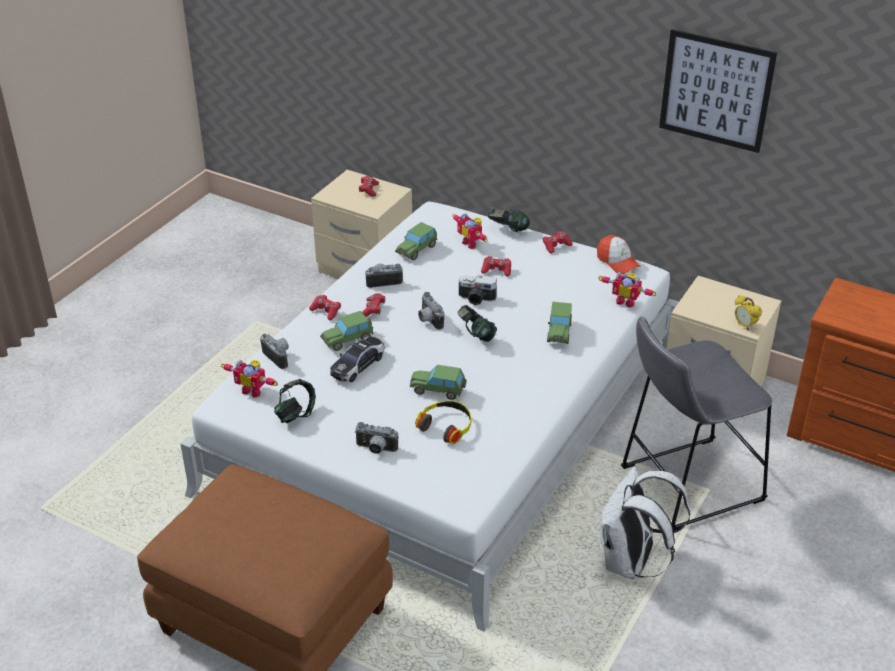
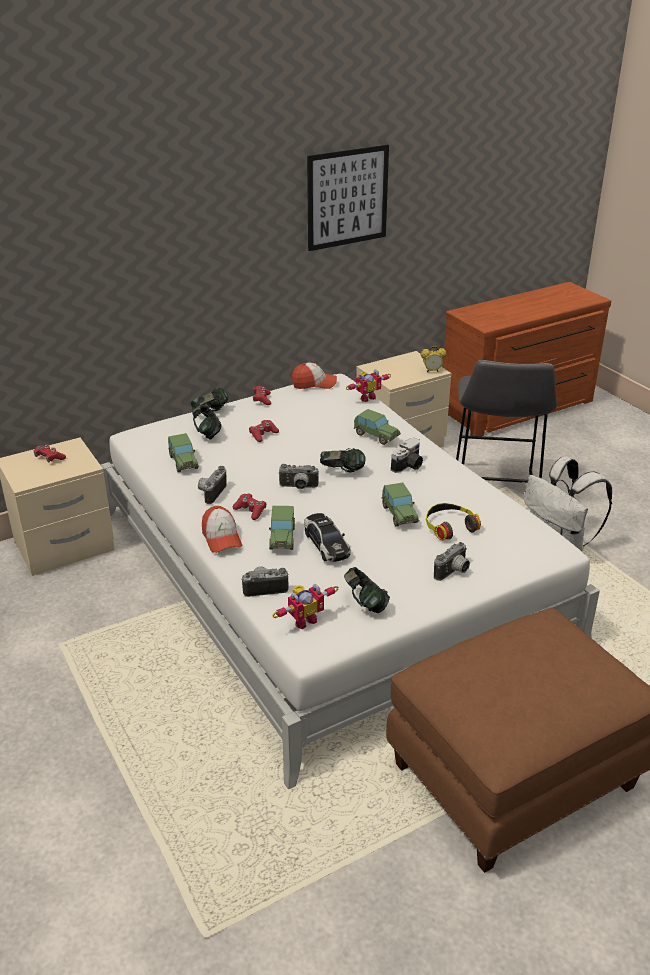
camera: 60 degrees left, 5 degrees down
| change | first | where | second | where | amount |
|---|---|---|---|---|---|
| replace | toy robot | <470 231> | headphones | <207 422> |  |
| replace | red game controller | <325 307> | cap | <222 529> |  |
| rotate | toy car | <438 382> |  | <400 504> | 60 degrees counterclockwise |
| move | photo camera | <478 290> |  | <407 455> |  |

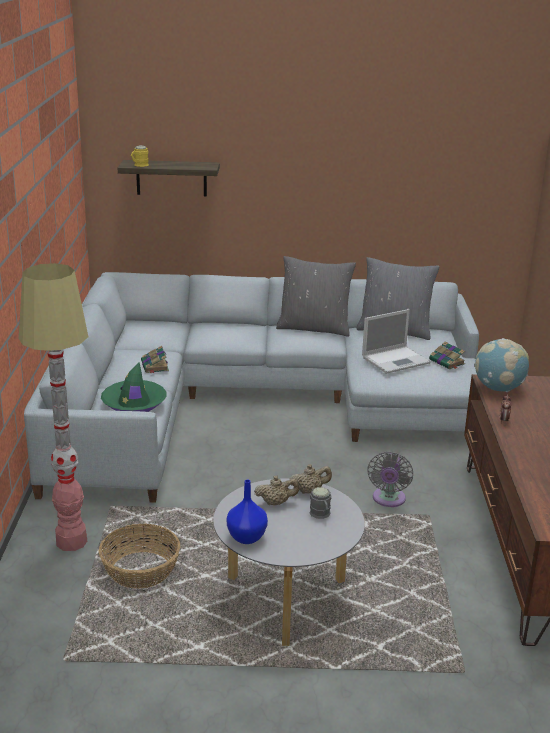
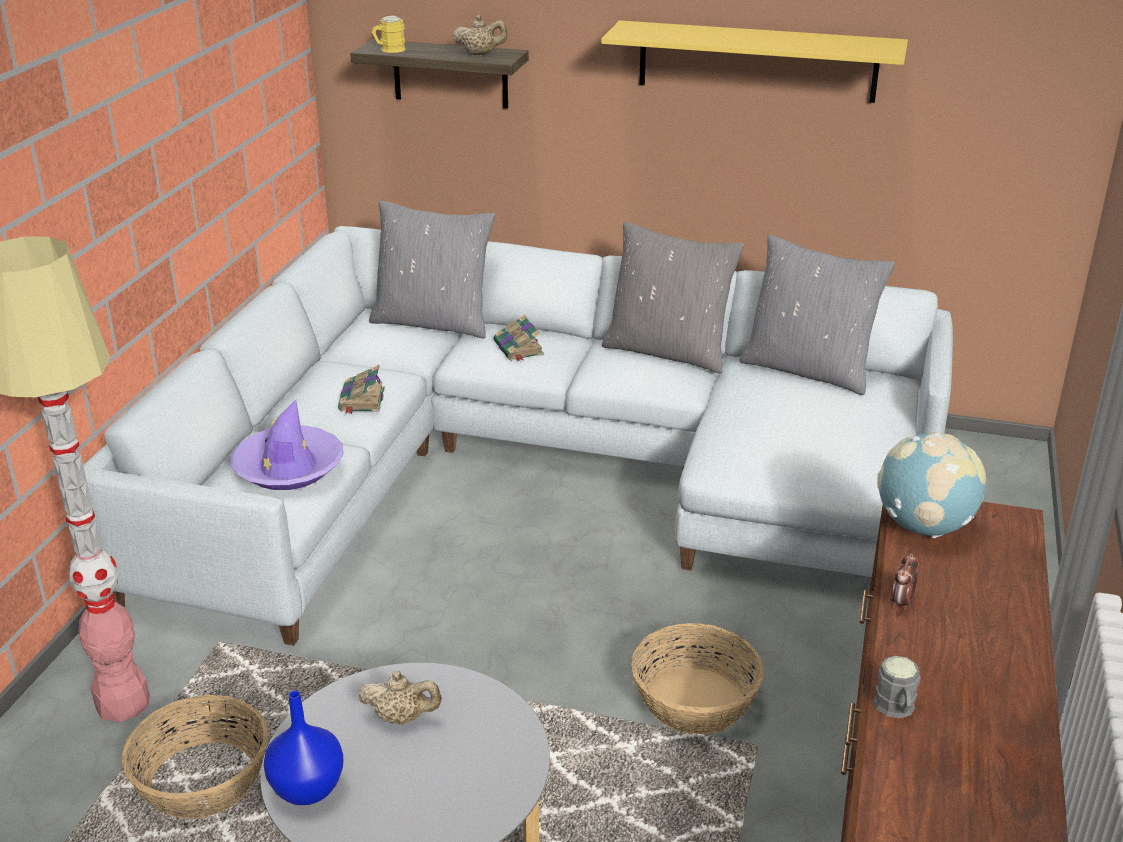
camera: 15 degrees right, 5 degrees up
| change | first | where | second | where | amount |
|---|---|---|---|---|---|
| recolor | green hat | <133 387> | purple hat | <287 445> |  |
| insert |  |  | grey pillow | <432 269> |  |
| move | beige teapot | <310 479> |  | <480 35> |  |
| move | book | <447 355> |  | <519 338> |  |
| insert |  |  | yellow shelf | <754 61> |  |
| replace | grey fan | <390 479> | basket | <697 678> |  |
| move | grey mug | <320 503> |  | <897 687> |  |
| delete | laptop | <396 341> |  |  |  |

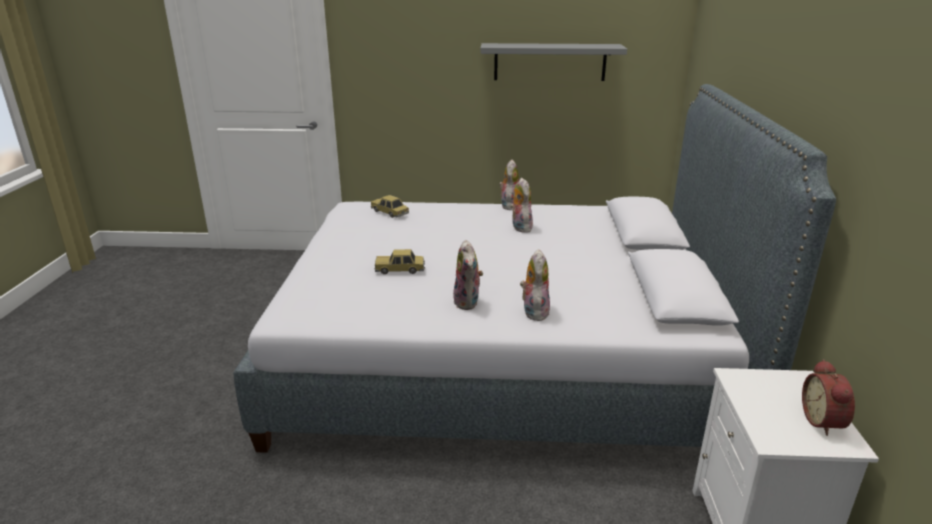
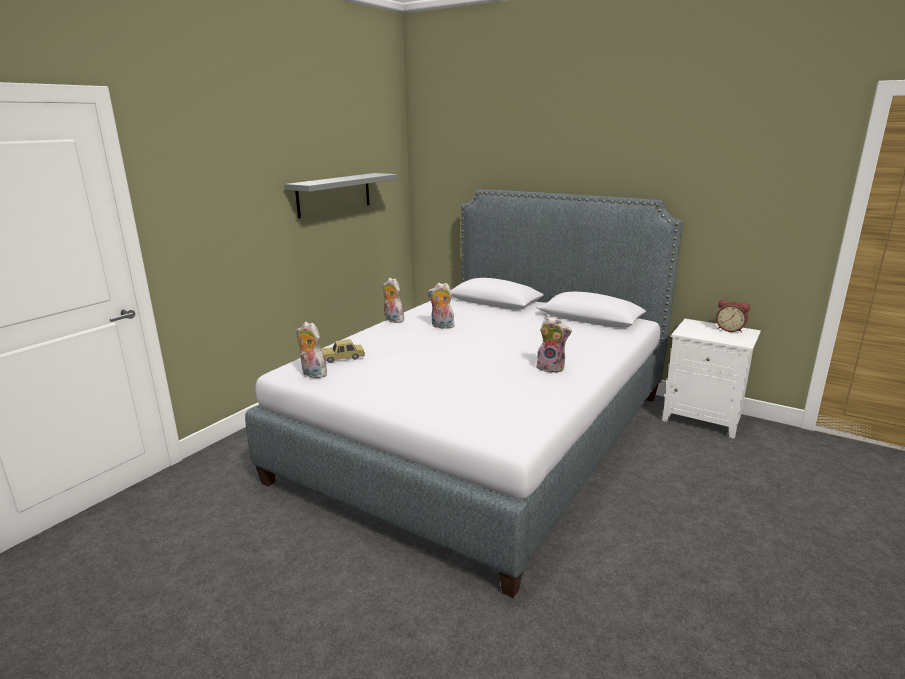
camera: 60 degrees left, 5 degrees down
| change | first | where | second | where | amount |
|---|---|---|---|---|---|
| move | plush toy | <535 285> |  | <311 350> |  |
| delete | toy car | <400 261> |  |  |  |

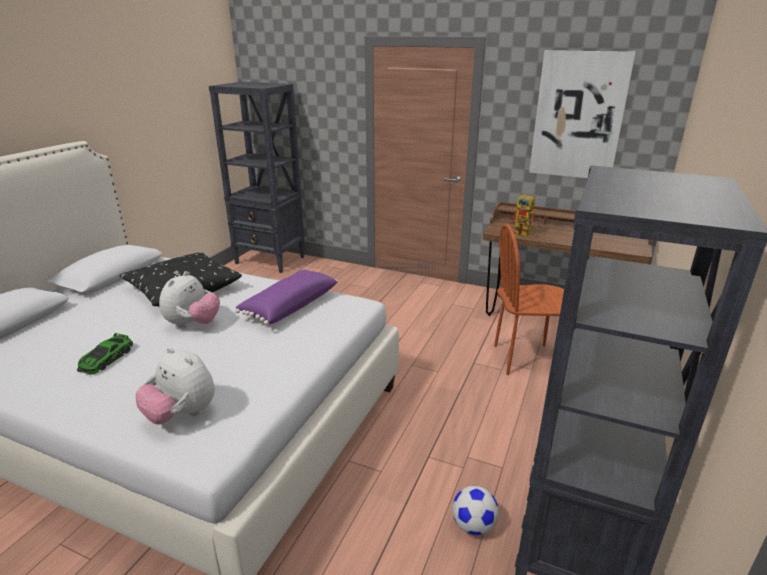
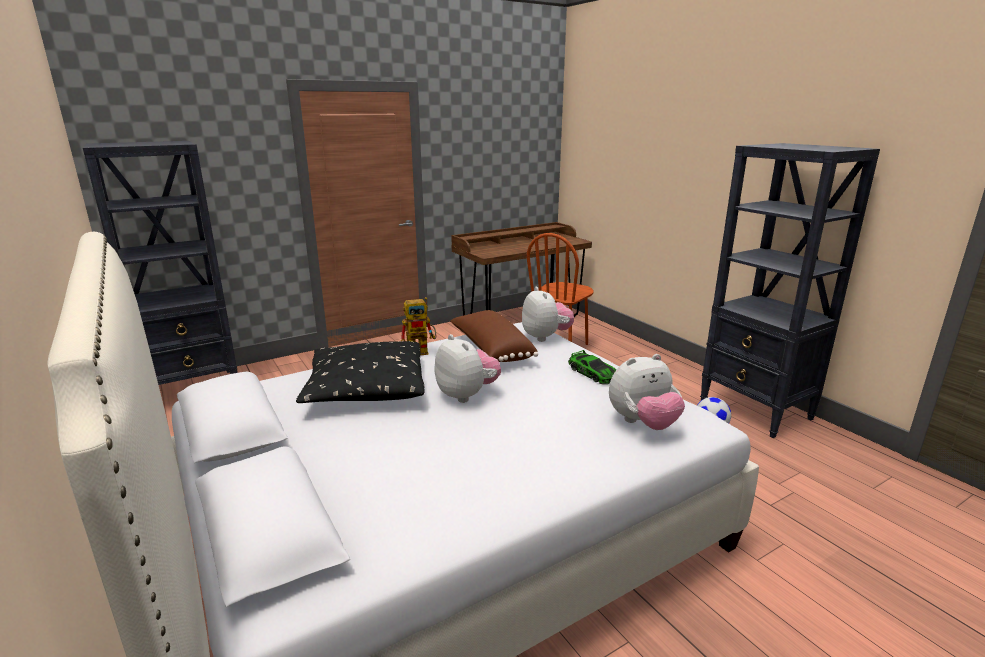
camera: 55 degrees left, 5 degrees down
| change | first | where | second | where | amount |
|---|---|---|---|---|---|
| move | toy robot | <526 216> |  | <418 326> |  |
| recolor | purple pillow | <286 297> | brown pillow | <494 336> |  |
| insert |  |  | plush toy | <548 314> |  |
| move | toy car | <105 354> |  | <592 367> |  |
| delete | picture | <582 114> |  |  |  |

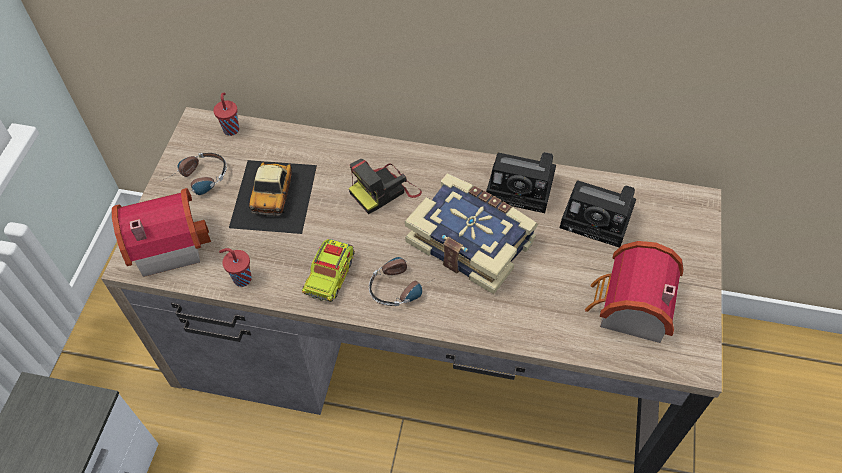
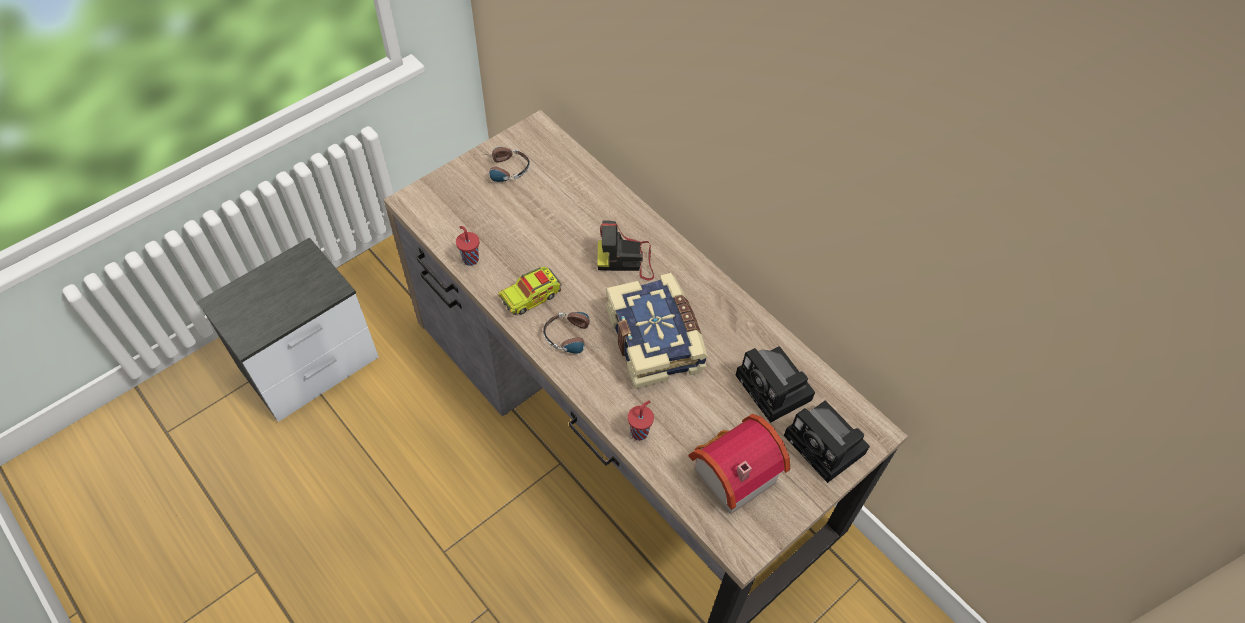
camera: 35 degrees right, 0 degrees up
| change | first | where | second | where | amount |
|---|---|---|---|---|---|
| move | red cup | <226 114> |  | <641 420> |  |
| move | photo camera | <521 182> |  | <827 442> |  |
| delete | toy house | <161 232> |  |  |  |
| delete | toy car | <273 197> |  |  |  |

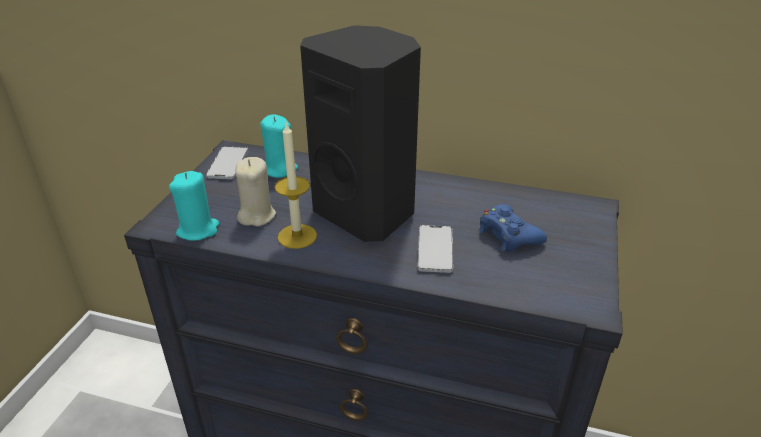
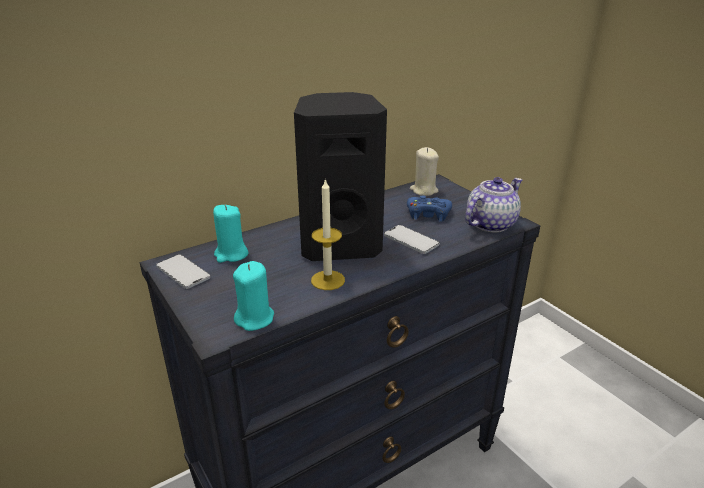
camera: 50 degrees left, 5 degrees down
| change | first | where | second | where | amount |
|---|---|---|---|---|---|
| move | beige candle | <256 192> |  | <424 171> |  |
| insert |  |  | teapot | <493 204> |  |

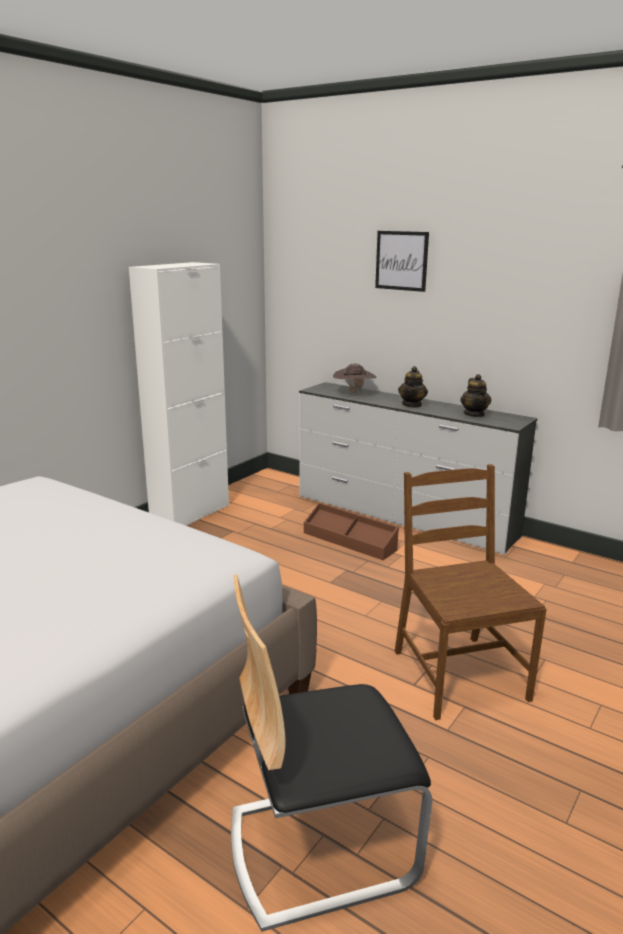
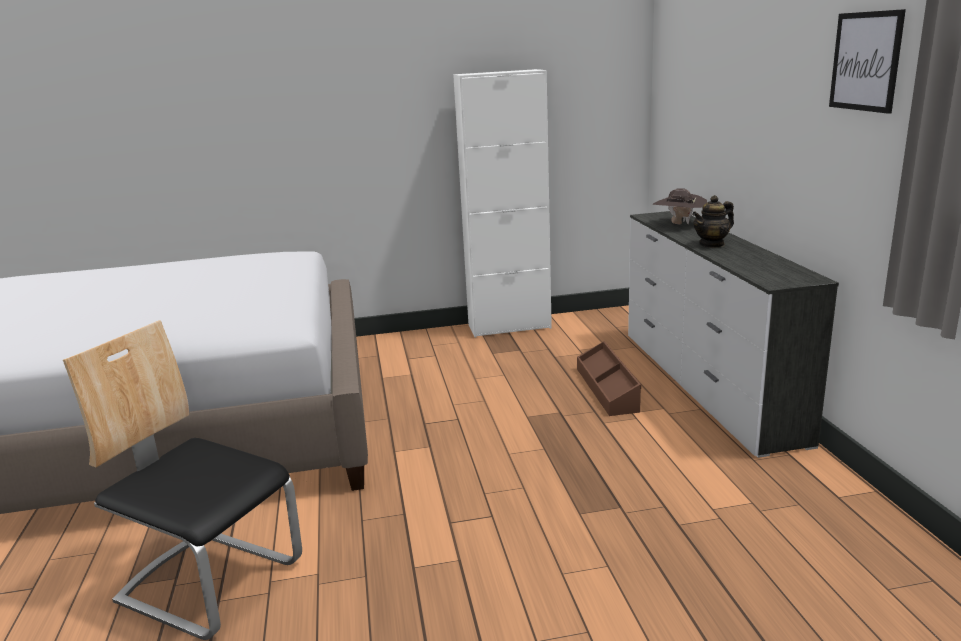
camera: 45 degrees right, 0 degrees up
| change | first | where | second | where | amount |
|---|---|---|---|---|---|
| move | picture | <402 261> |  | <867 61> |  |
| delete | brown chair | <471 592> |  |  |  |
| delete | teapot | <475 395> |  |  |  |

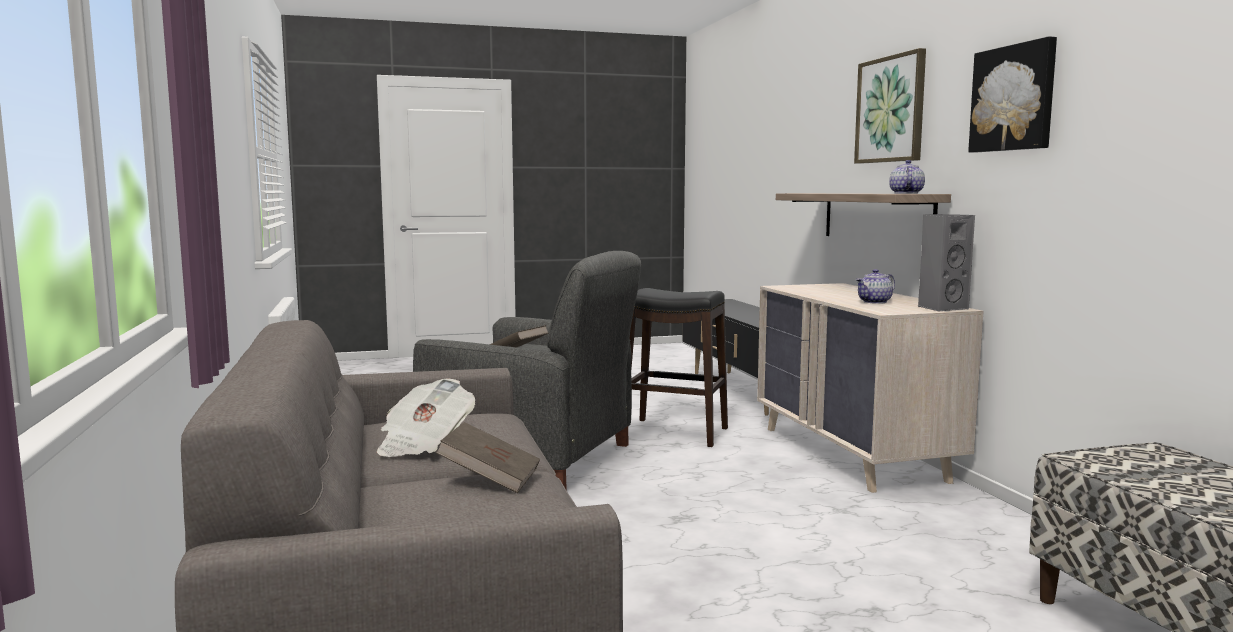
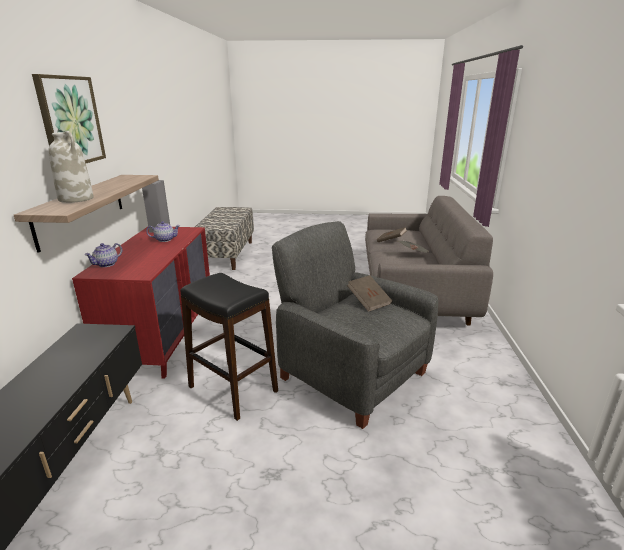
camera: 160 degrees left, 15 degrees up
| change | first | where | second | where | amount |
|---|---|---|---|---|---|
| insert |  |  | white vase | <71 167> |  |
| recolor | beige dresser | <870 388> | red dresser | <141 303> |  |
| move | teapot | <907 177> |  | <103 255> |  |
| delete | picture | <1012 95> |  |  |  |

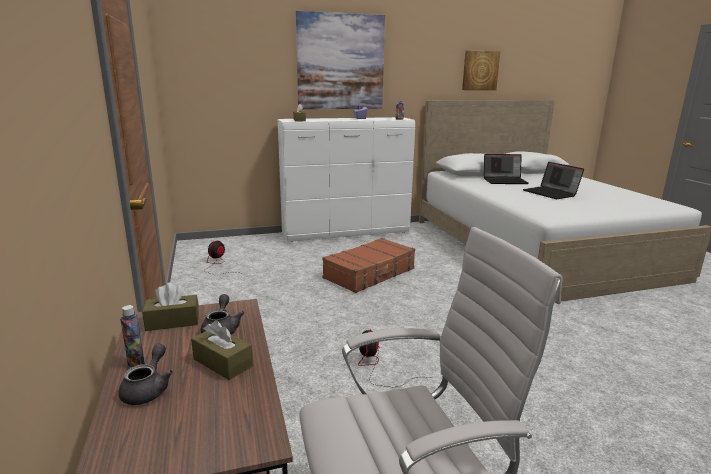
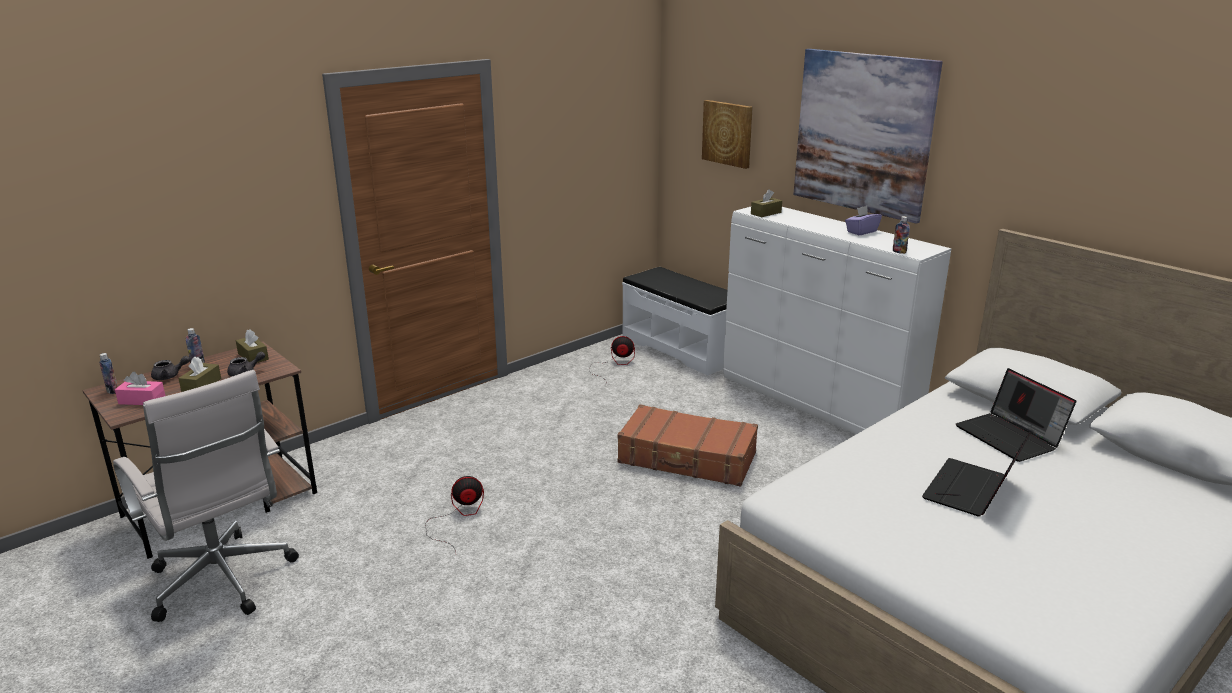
camera: 65 degrees right, 5 degrees up
| change | first | where | second | where | amount |
|---|---|---|---|---|---|
| insert |  |  | bottle | <108 373> |  |
| insert |  |  | pink tissue box | <140 388> |  |
| insert |  |  | white bench | <674 321> |  |
| move | picture | <481 70> |  | <727 134> |  |

